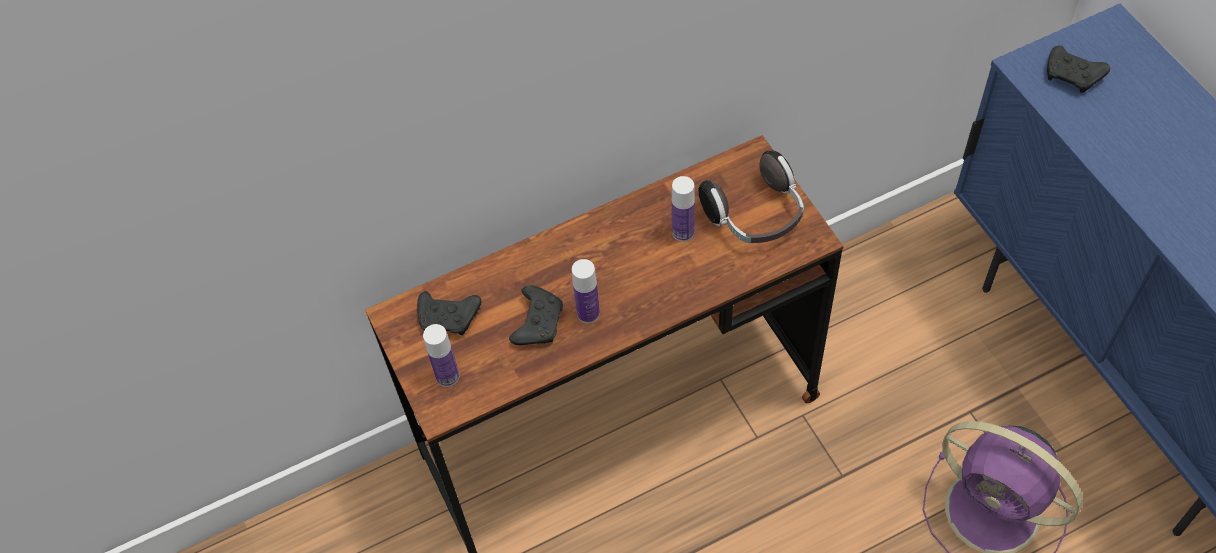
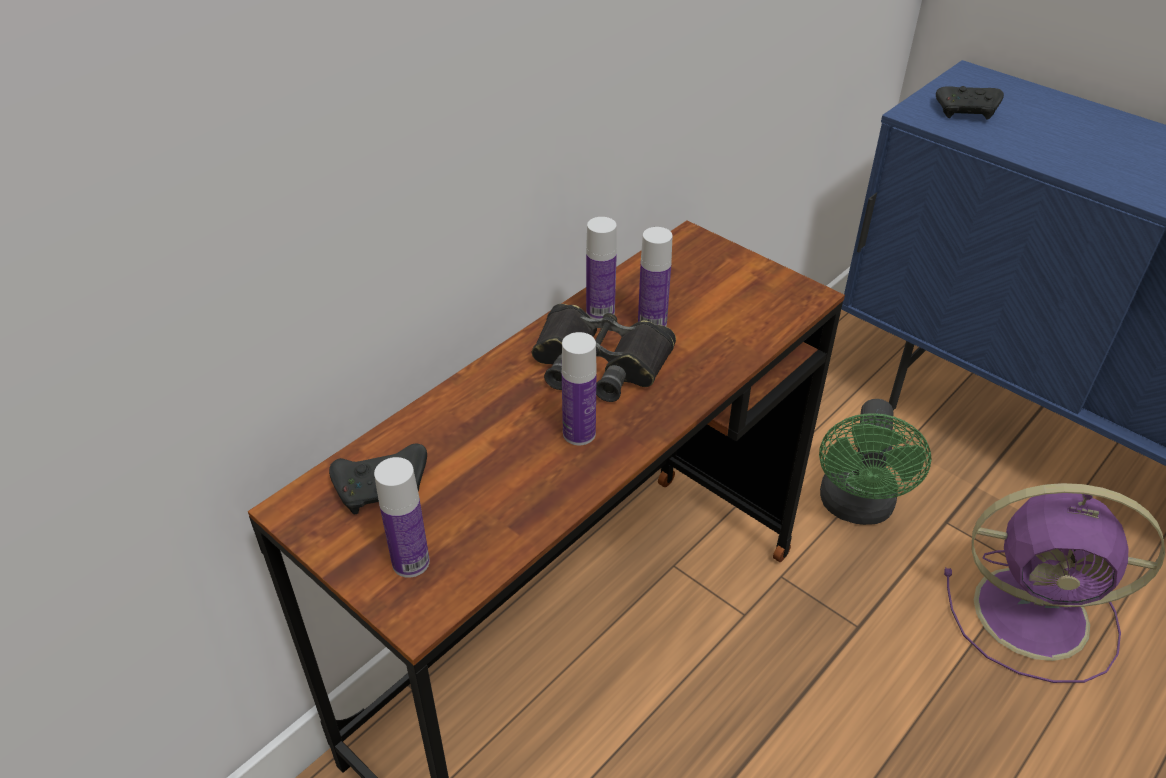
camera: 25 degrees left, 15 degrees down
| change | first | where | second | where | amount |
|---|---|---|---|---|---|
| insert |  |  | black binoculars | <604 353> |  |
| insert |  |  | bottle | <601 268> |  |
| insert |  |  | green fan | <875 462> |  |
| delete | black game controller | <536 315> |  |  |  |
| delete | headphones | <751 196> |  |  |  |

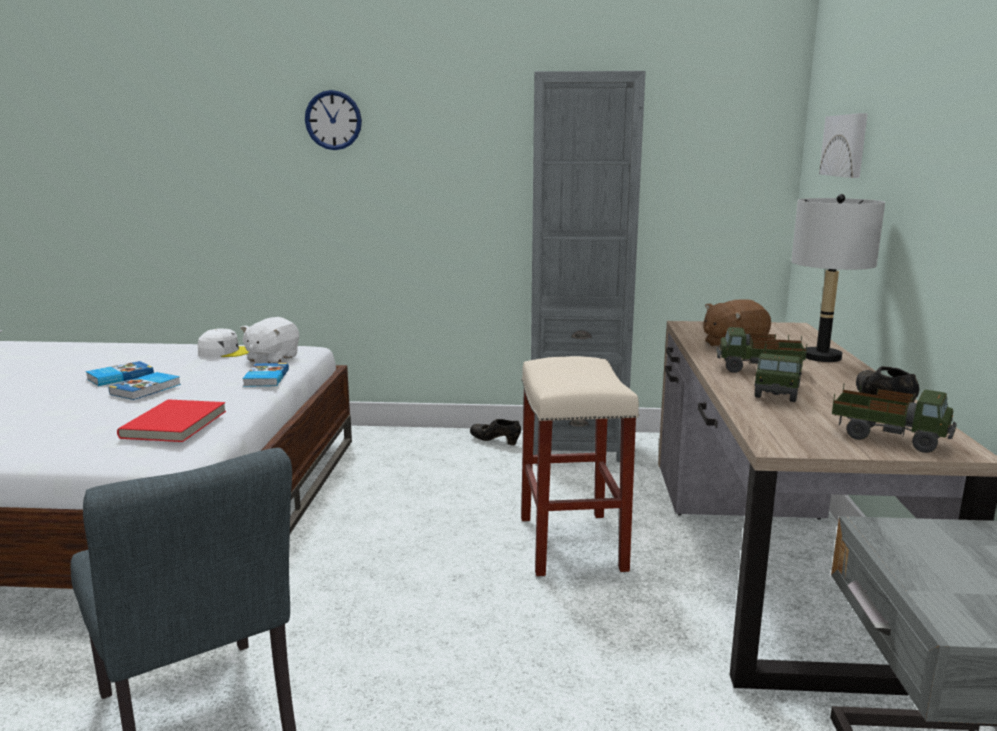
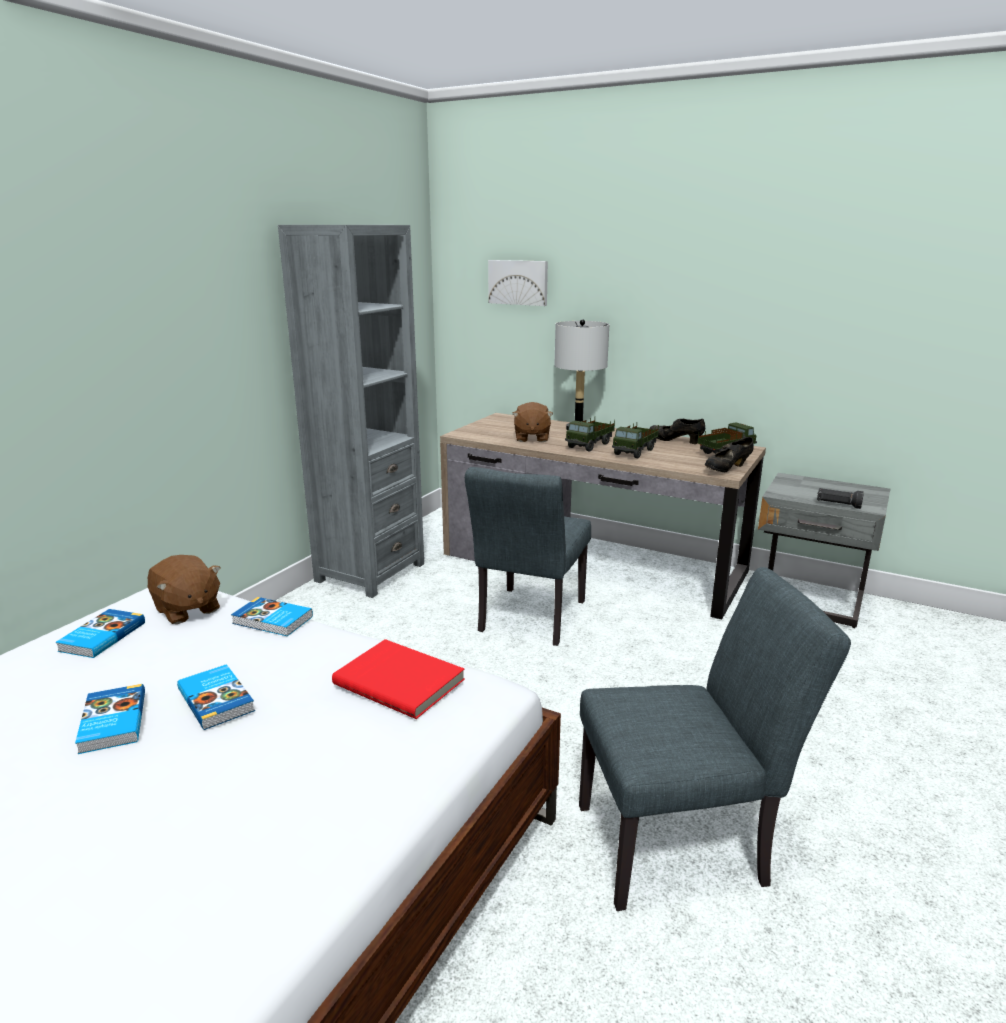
camera: 65 degrees left, 5 degrees up
| change | first | where | second | where | amount |
|---|---|---|---|---|---|
| replace | white cap | <223 343> | book | <100 633> |  |
| recolor | white plush toy | <270 340> | brown plush toy | <184 589> |  |
| replace | beige stool | <580 466> | grey chair | <528 556> |  |
| rotate | toy truck | <779 373> |  | <635 441> | 75 degrees clockwise |
| move | black shoe | <495 432> |  | <729 454> |  |
| insert |  |  | black flashlight | <840 498> |  |
| delete | wall clock | <333 120> |  |  |  |

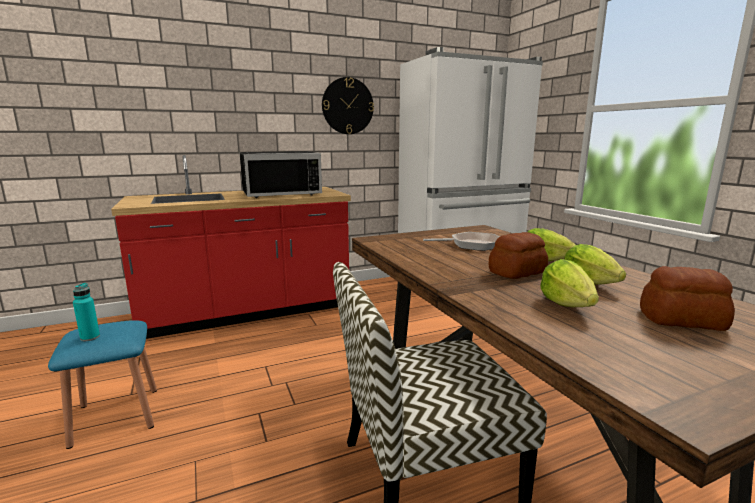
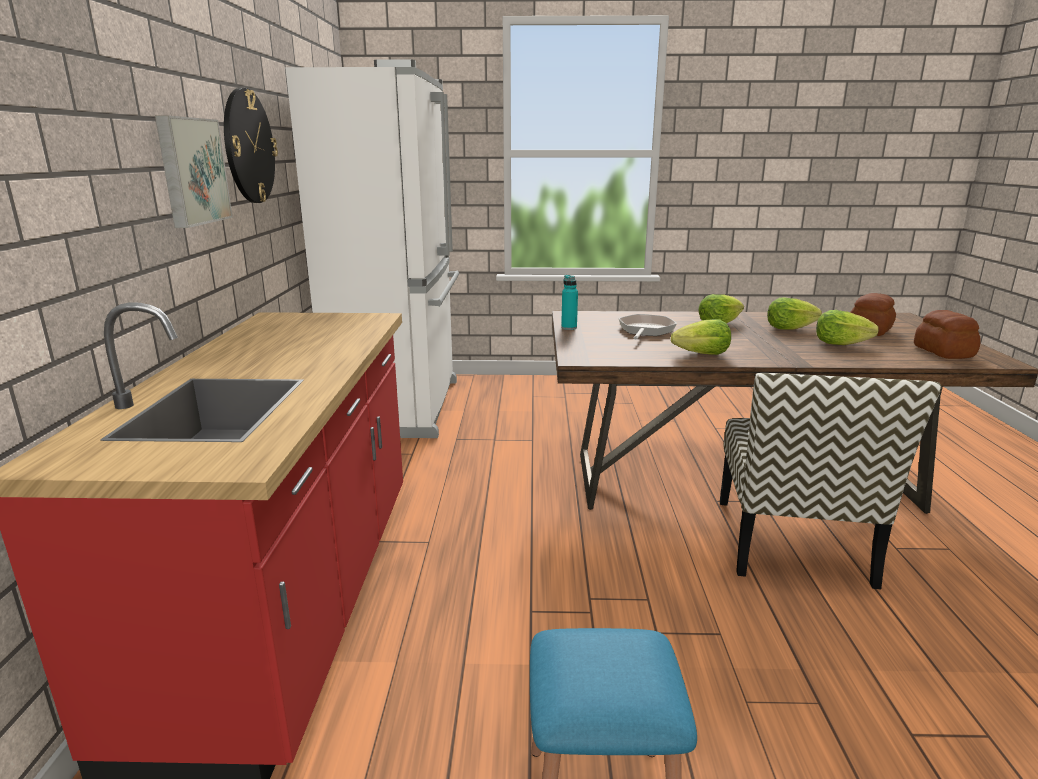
camera: 65 degrees left, 5 degrees up
| change | first | where | second | where | amount |
|---|---|---|---|---|---|
| insert |  |  | picture | <194 172> |  |
| move | turquoise bottle | <86 312> |  | <569 302> |  |
| insert |  |  | lettuce | <701 337> |  |
| move | bread | <518 255> |  | <947 334> |  |
| delete | black microwave | <280 174> |  |  |  |

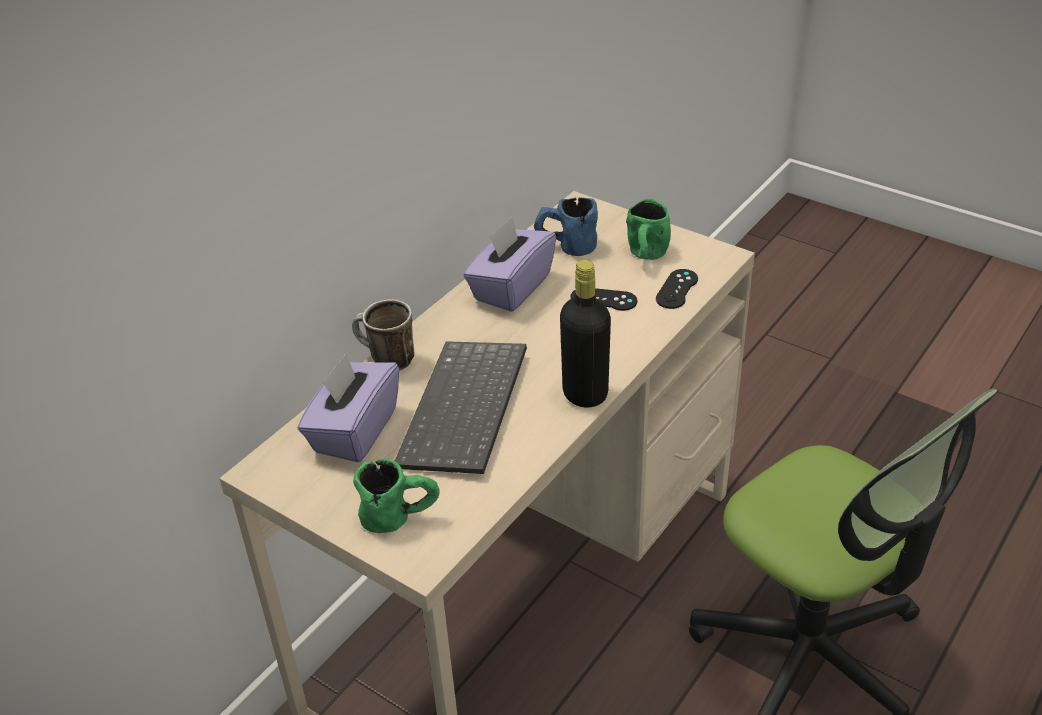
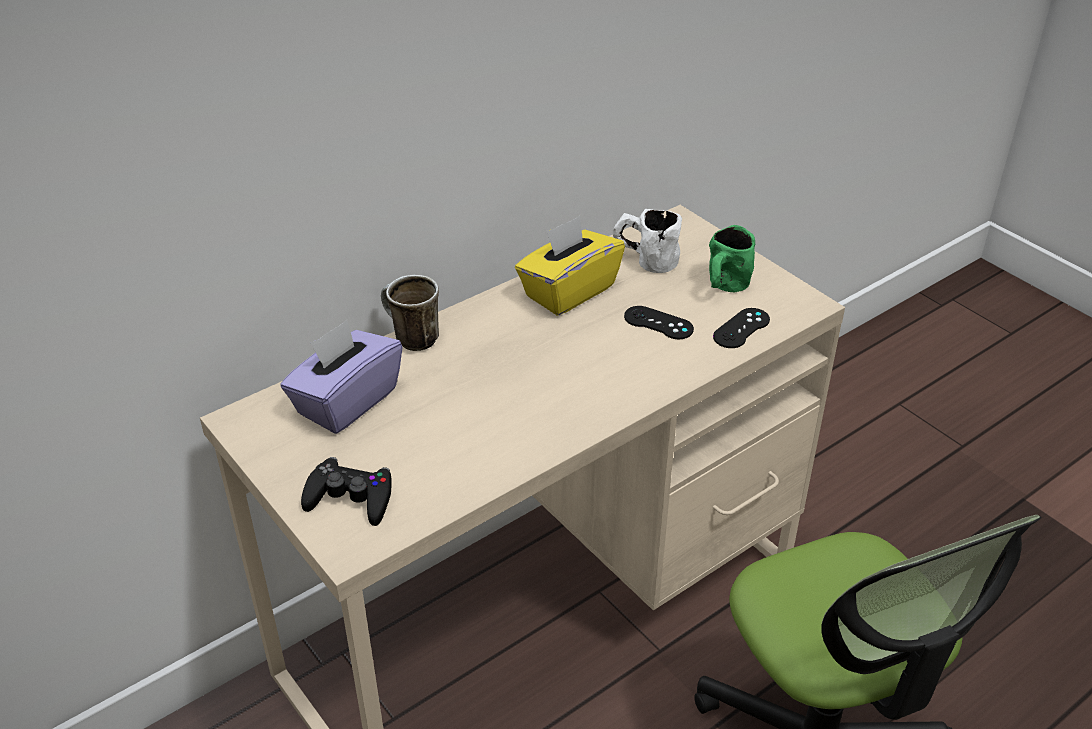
camera: 15 degrees right, 0 degrees up
| change | first | where | second | where | amount |
|---|---|---|---|---|---|
| replace | green mug | <396 495> | black game controller | <346 491> |  |
| recolor | purple tissue box | <509 264> | yellow tissue box | <570 265> |  |
| recolor | blue mug | <566 226> | white mug | <647 241> |  |
| delete | keyboard | <461 407> |  |  |  |
| delete | black bottle | <585 334> |  |  |  |

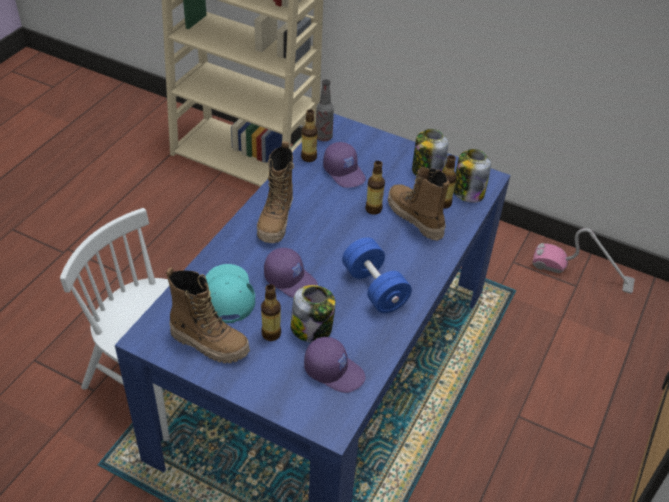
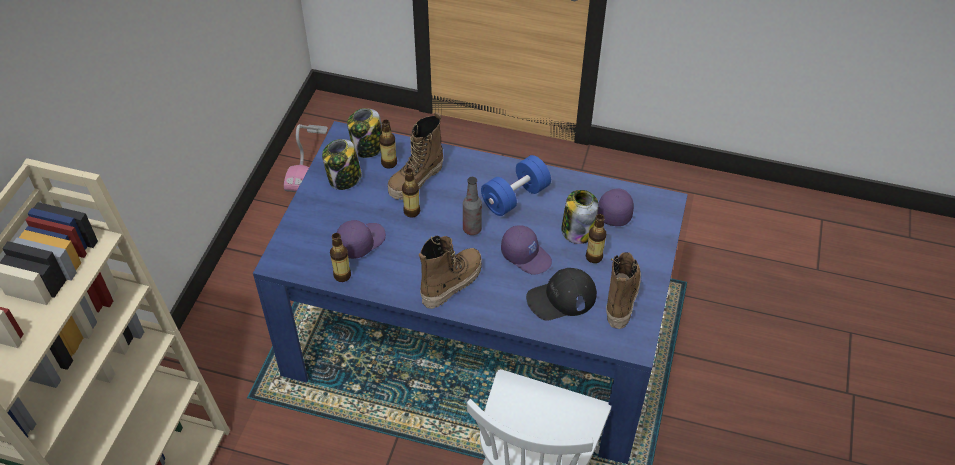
camera: 100 degrees left, 5 degrees up
| change | first | where | second | where | amount |
|---|---|---|---|---|---|
| rotate | boot | <275 192> |  | <450 272> | 45 degrees counterclockwise |
| move | bottle | <325 110> |  | <472 206> |  |
| rotate | purple cap | <291 273> |  | <526 250> | 105 degrees clockwise |
| recolor | turquoise cap | <230 293> | black cap | <561 294> |  |

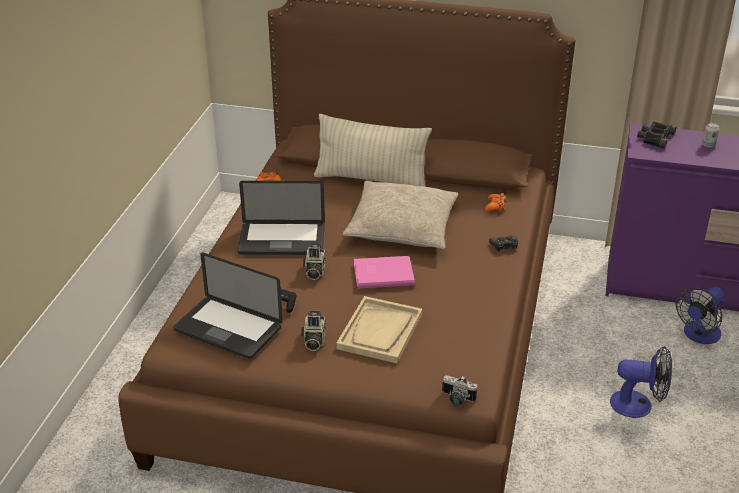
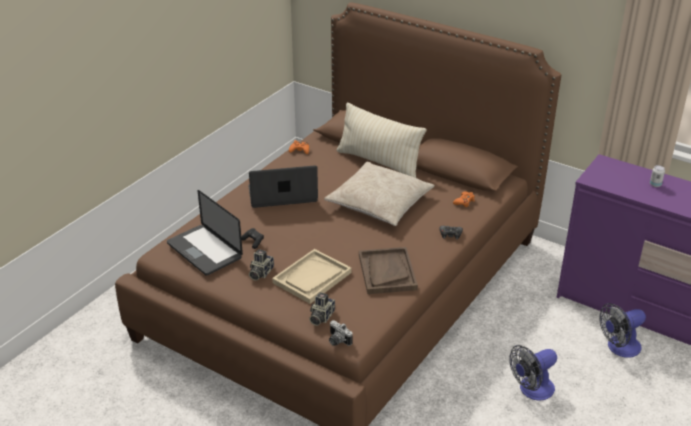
camera: 20 degrees right, 0 degrees up
| change | first | where | second | where | amount |
|---|---|---|---|---|---|
| rotate | laptop | <281 218> |  | <283 186> | 150 degrees clockwise |
| move | photo camera | <314 261> |  | <322 309> |  |
| insert |  |  | brown tray | <388 270> |  |
| rotate | fan | <641 382> |  | <533 373> | 120 degrees clockwise |
| delete | pink book | <384 272> |  |  |  |
| delete | black binoculars | <657 135> |  |  |  |

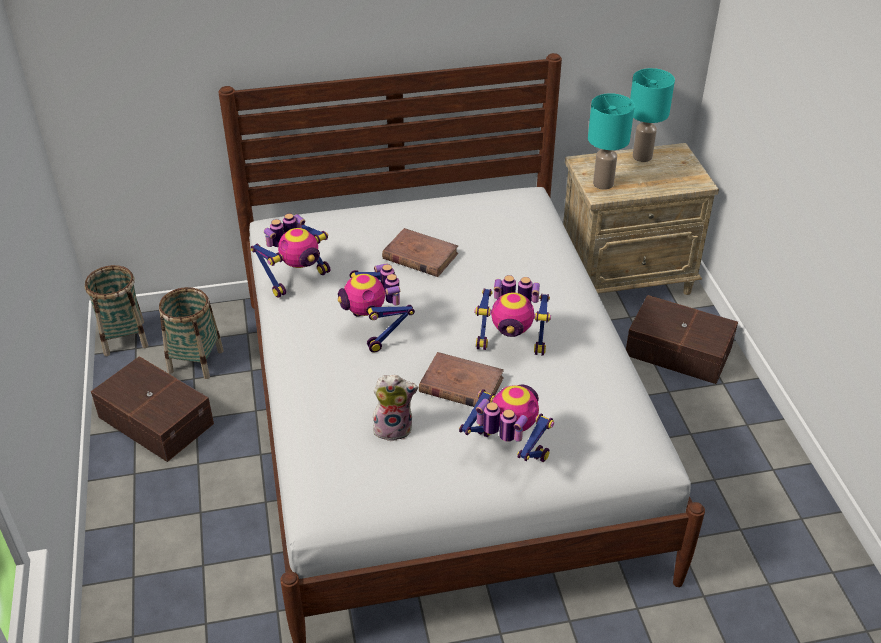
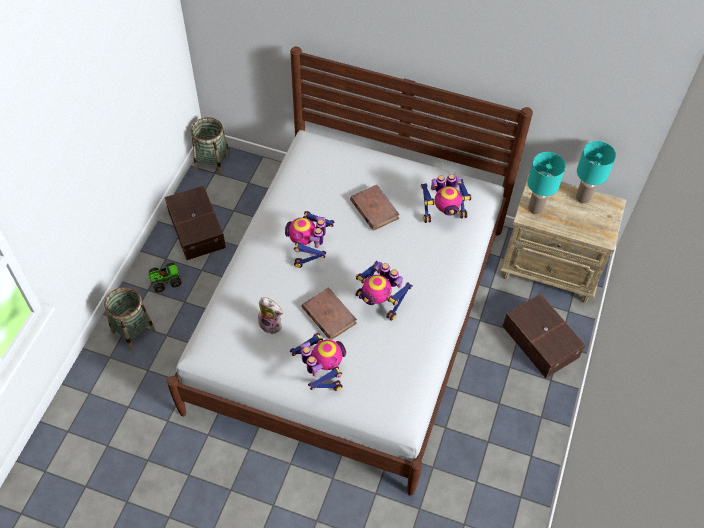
camera: 30 degrees right, 15 degrees up
| change | first | where | second | where | amount |
|---|---|---|---|---|---|
| move | basket | <191 333> |  | <130 319> |  |
| insert |  |  | toy truck | <165 277> |  |
| move | toy robot | <291 255> |  | <446 198> |  |

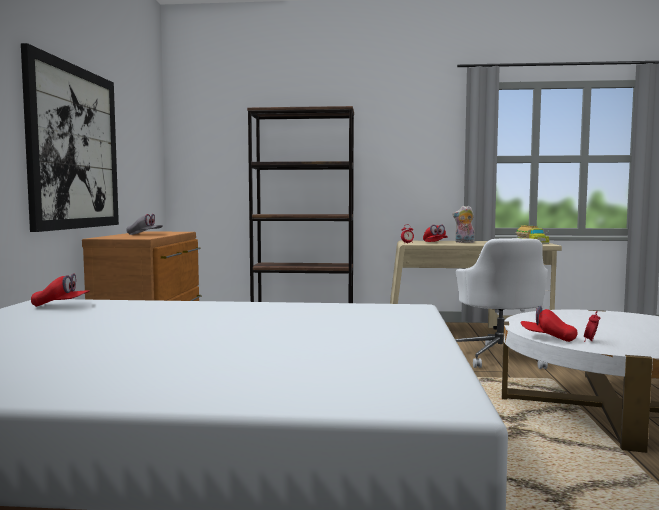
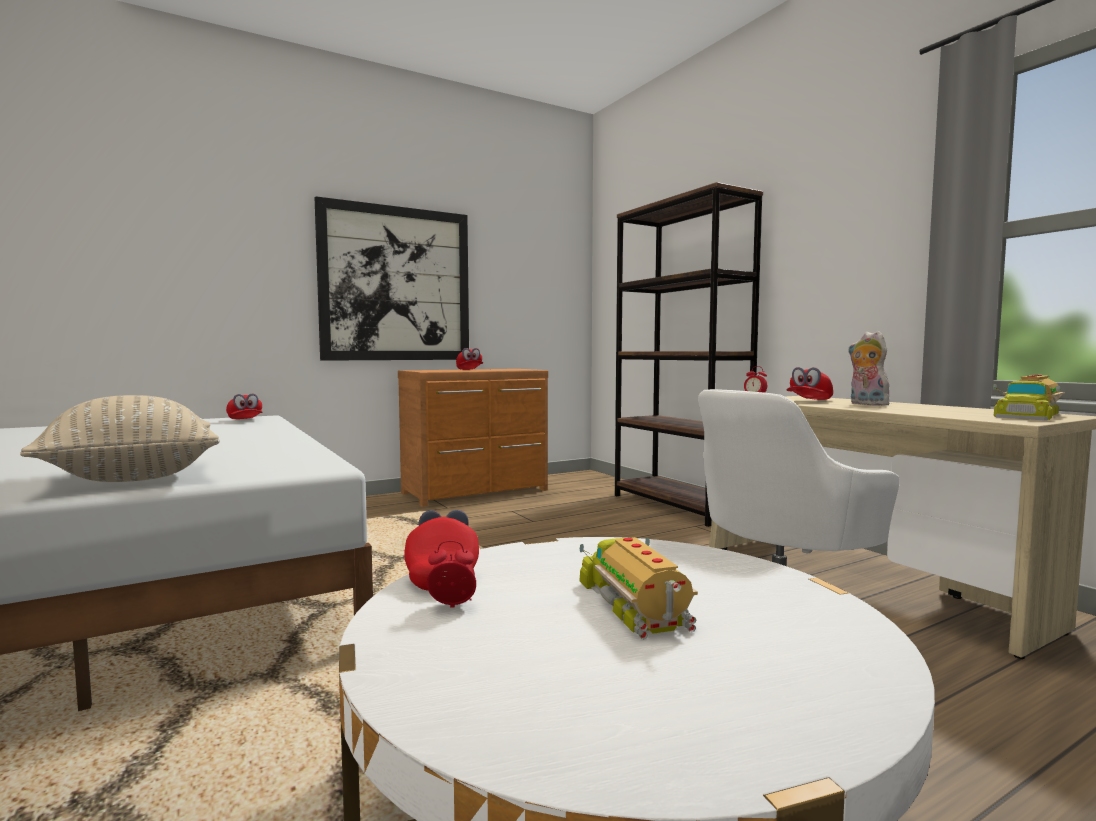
camera: 55 degrees right, 0 degrees up
| change | first | where | second | where | amount |
|---|---|---|---|---|---|
| insert |  |  | beige pillow | <120 438> |  |
| recolor | grey cap | <144 224> | red cap | <469 359> |  |
| insert |  |  | toy truck | <639 588> |  |

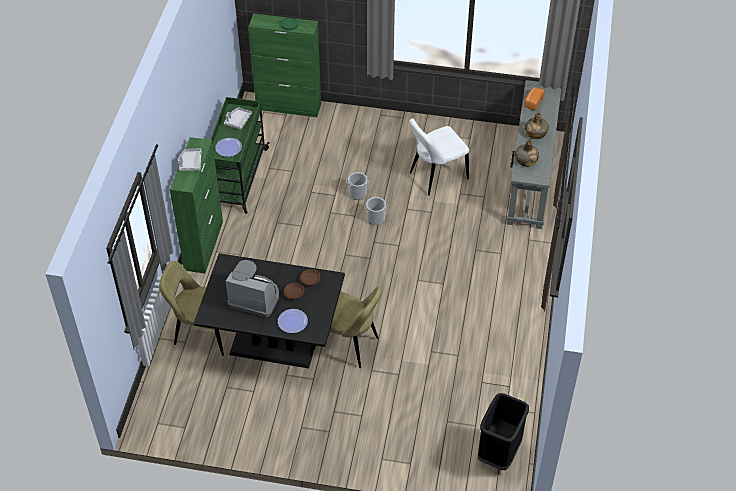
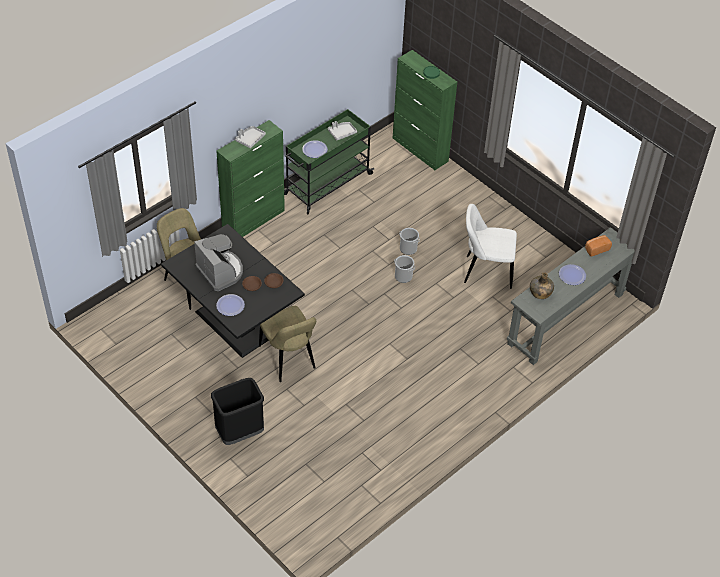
camera: 35 degrees right, 0 degrees up
| change | first | where | second | where | amount |
|---|---|---|---|---|---|
| move | black trash can | <503 431> |  | <237 411> |  |
| replace | green bottle | <537 125> | plate | <572 274> |  |

